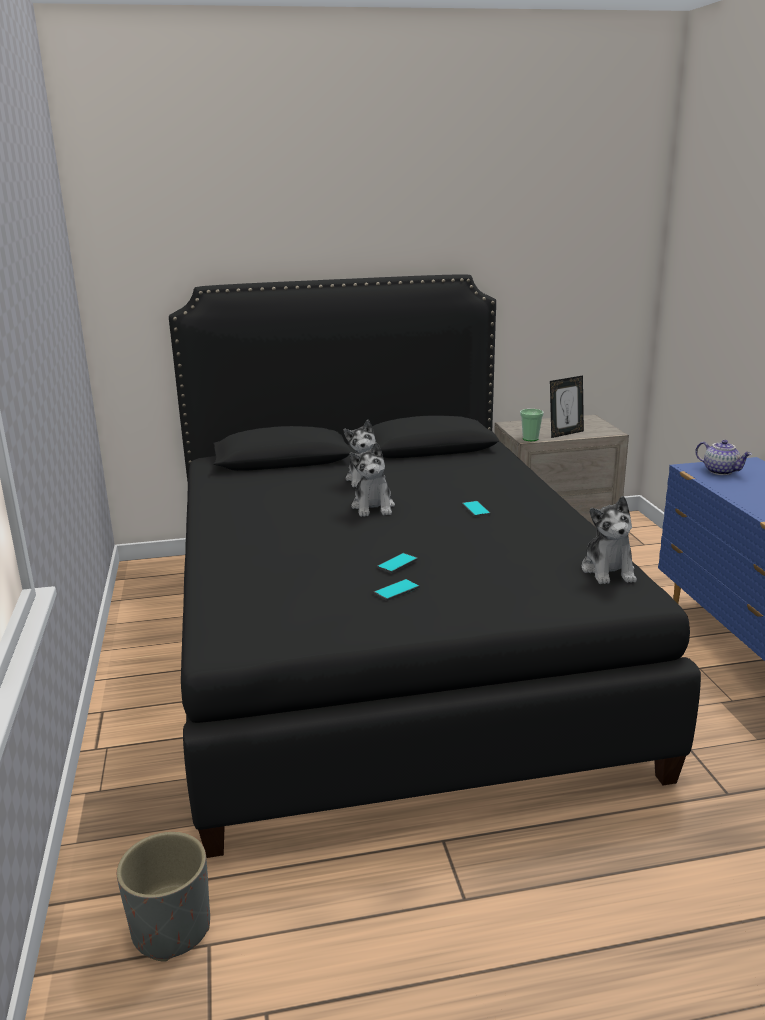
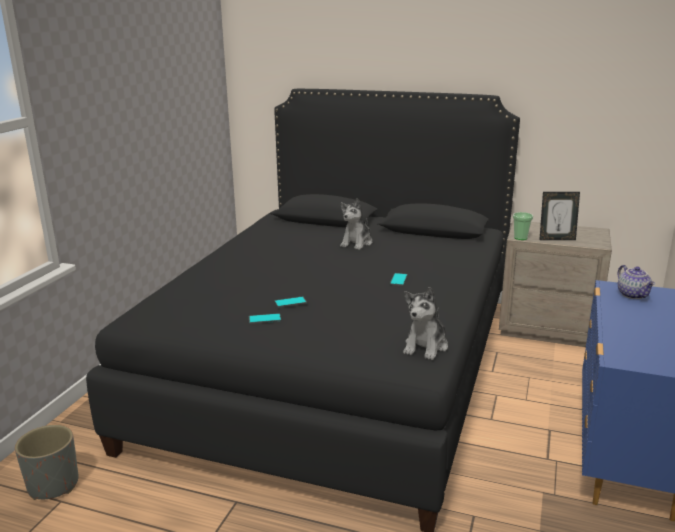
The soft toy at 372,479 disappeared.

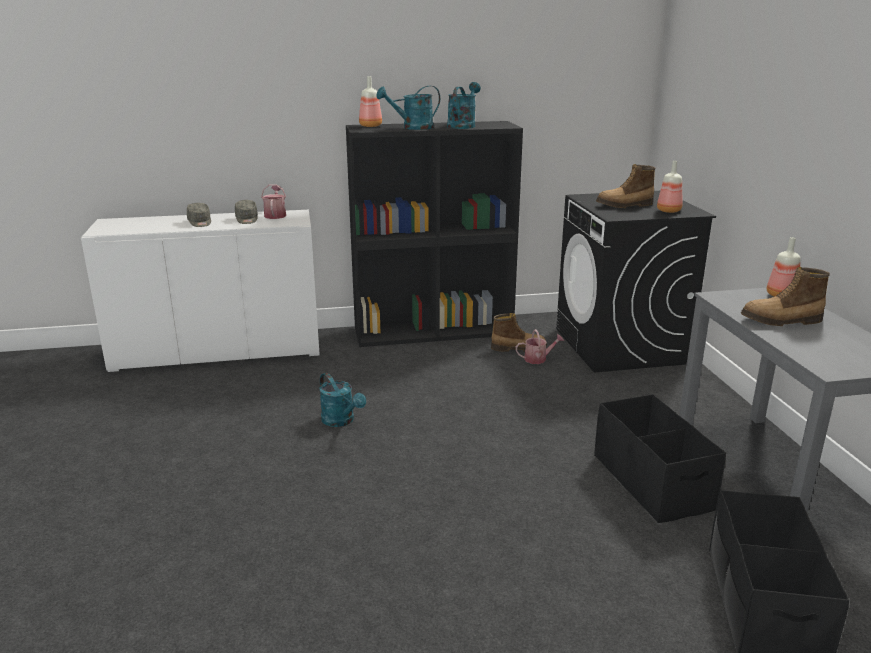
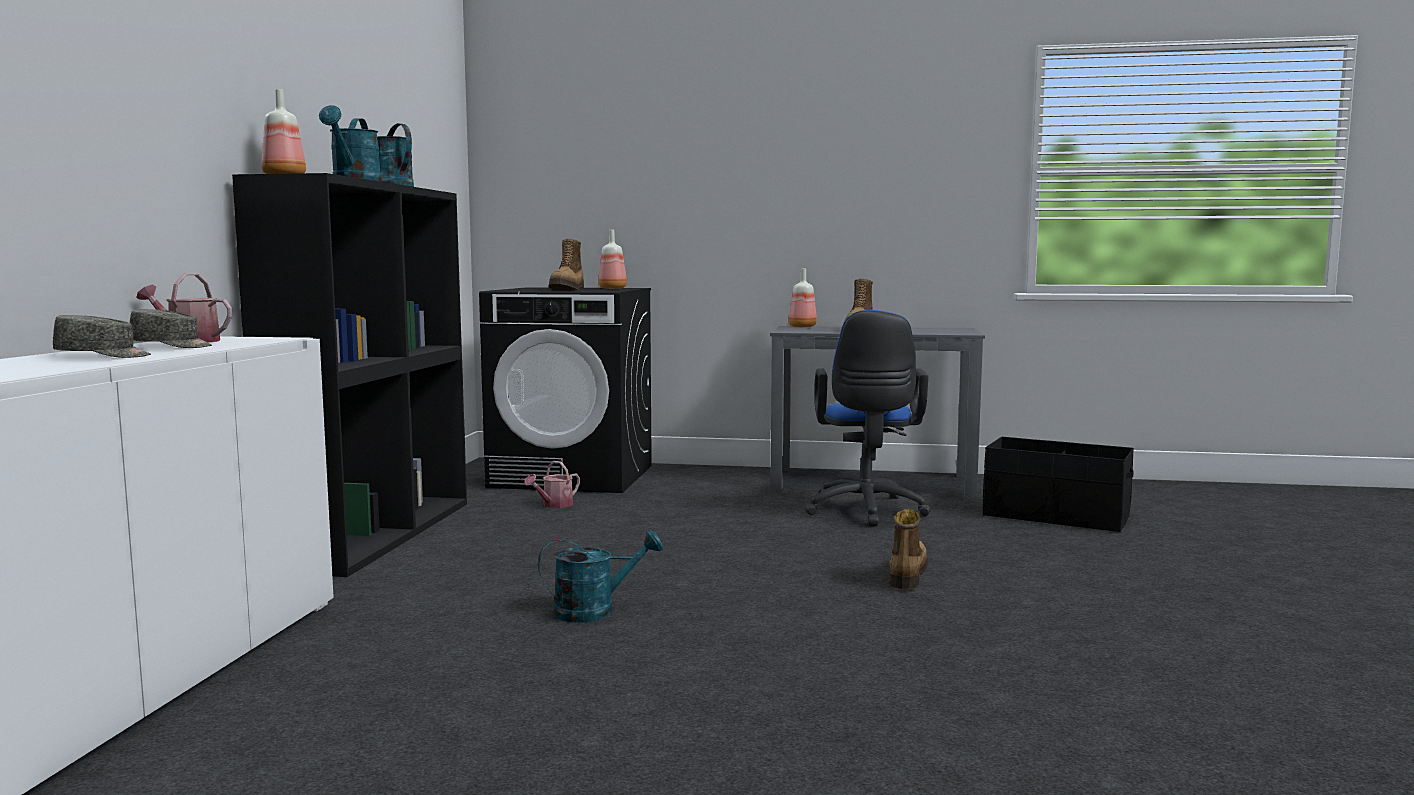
The boot moved from 519,332 to 908,549.
The storage bin/black at 660,458 was replaced by the office chair/bluish at 867,418.
The watering can at 539,347 turned 150 degrees counterclockwise.

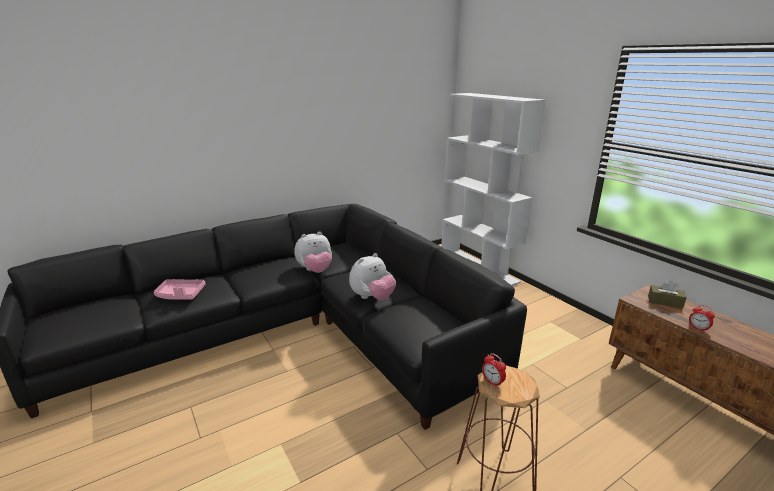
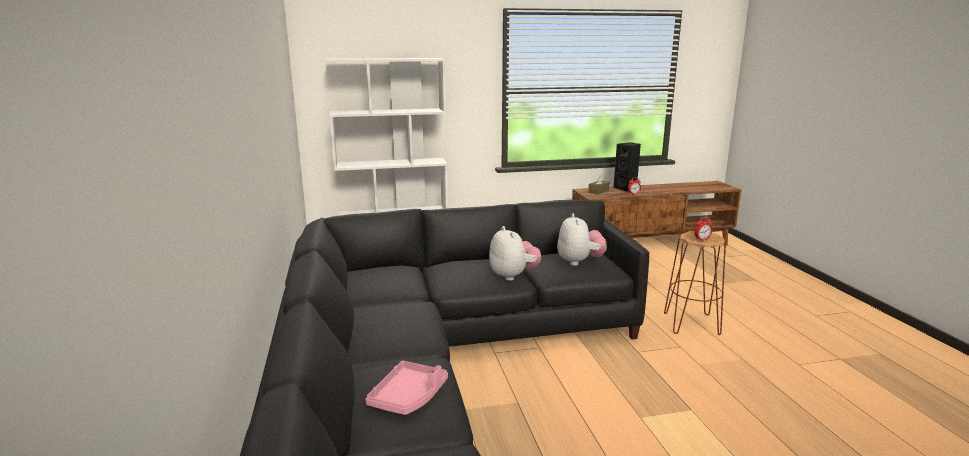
The audio speaker/black at 627,167 appeared.
The soft toy moved from 313,252 to 582,239.

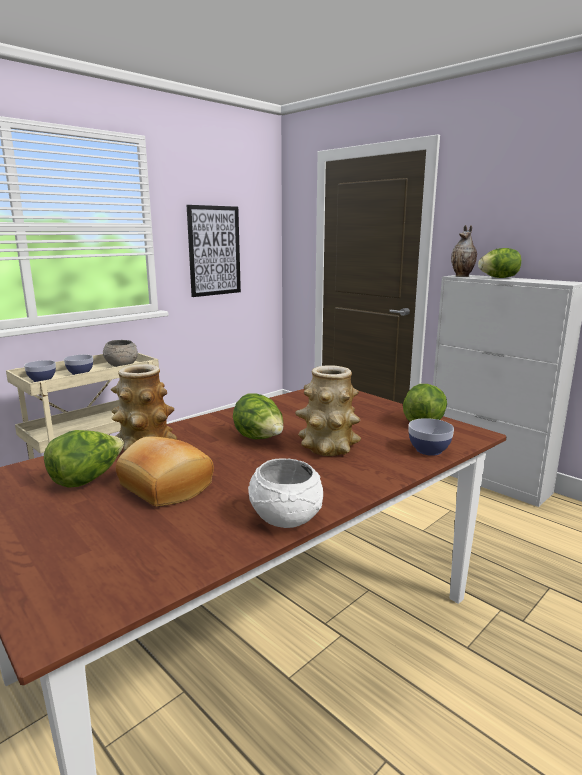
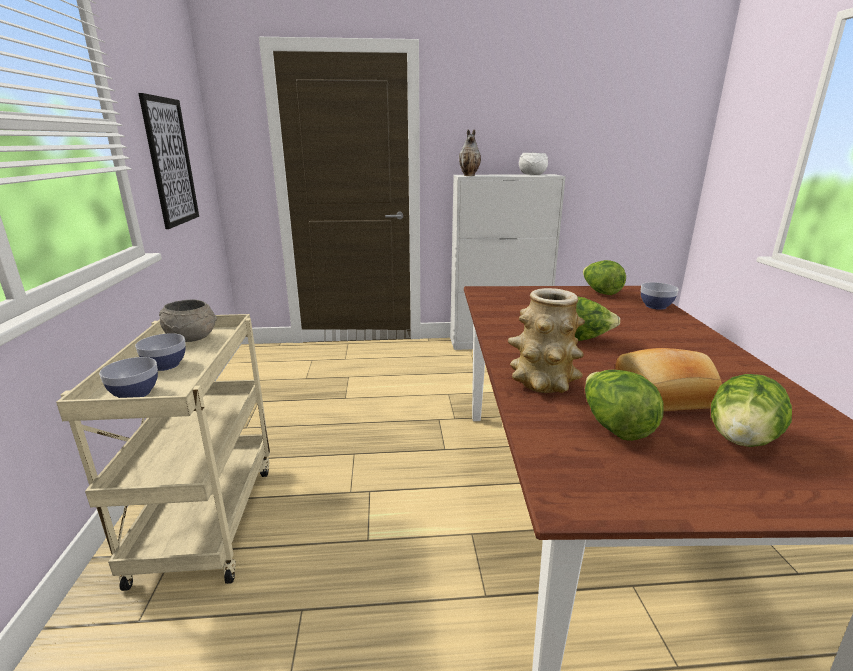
The flower vase at 328,410 disappeared.
The deep dish/white moved from 285,493 to 533,164.
The lettuce moved from 499,263 to 751,410.

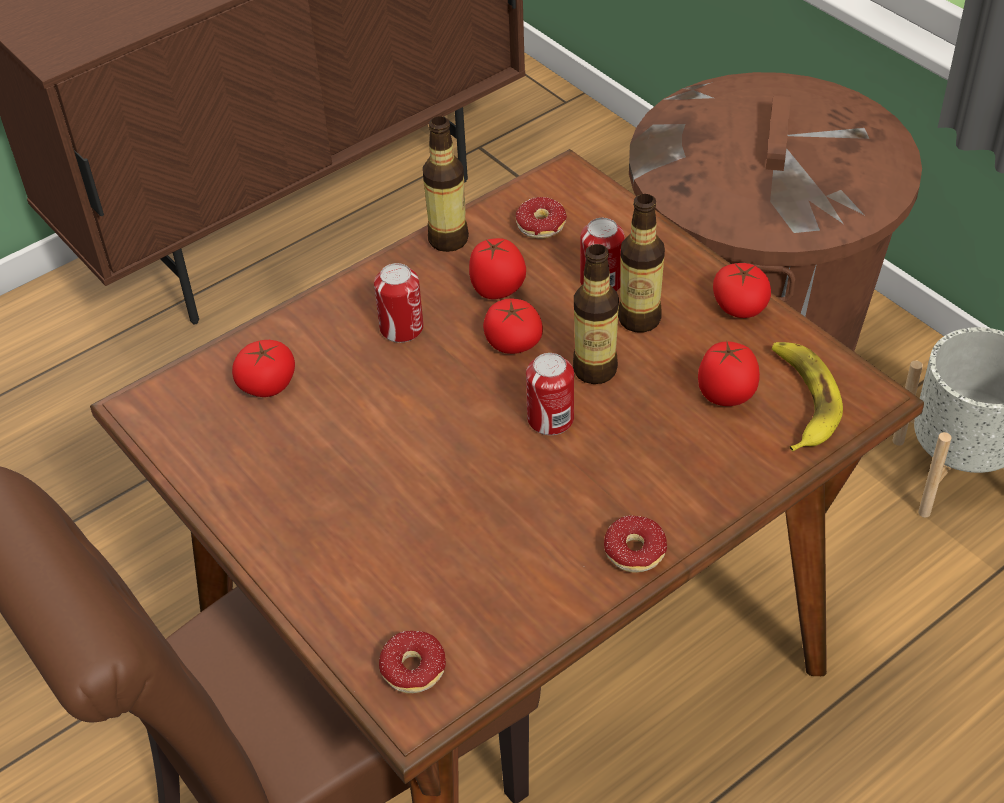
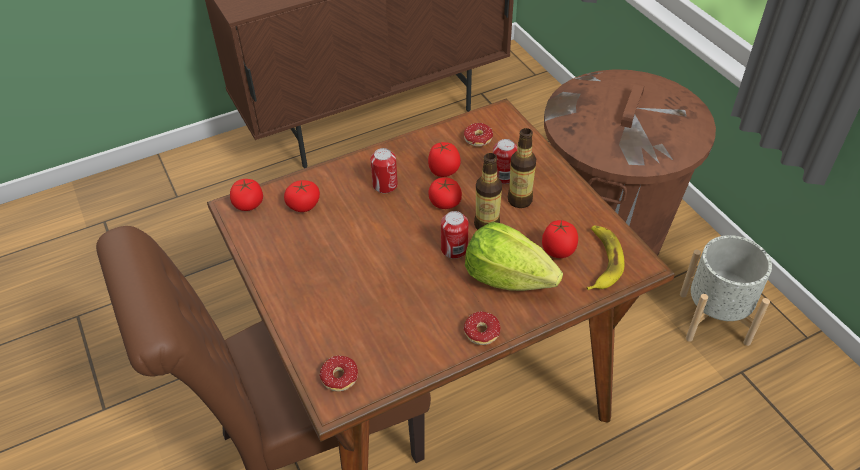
The bottle at 445,184 disappeared.
The lettuce at 514,256 appeared.
The tomato moved from 742,290 to 246,195.

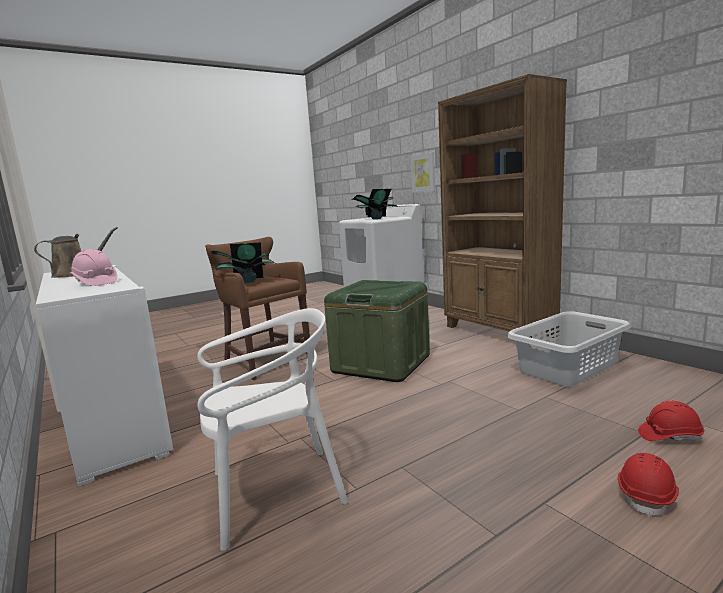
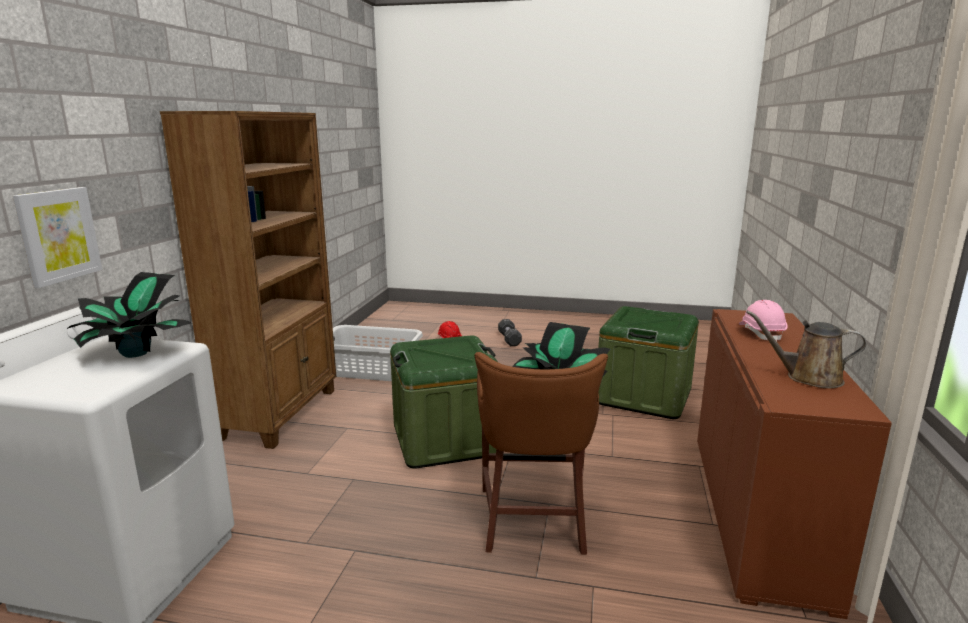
The chair/white at 272,429 was replaced by the storage bin/greenish at 648,362.
The safety helmet/reddish at 648,485 was replaced by the hand weight/black at 510,332.
The cupboard/white at 104,375 became the cupboard/brownish at 794,464.

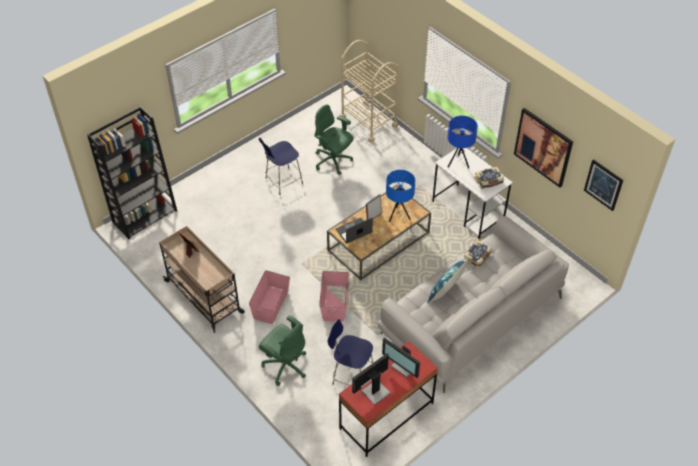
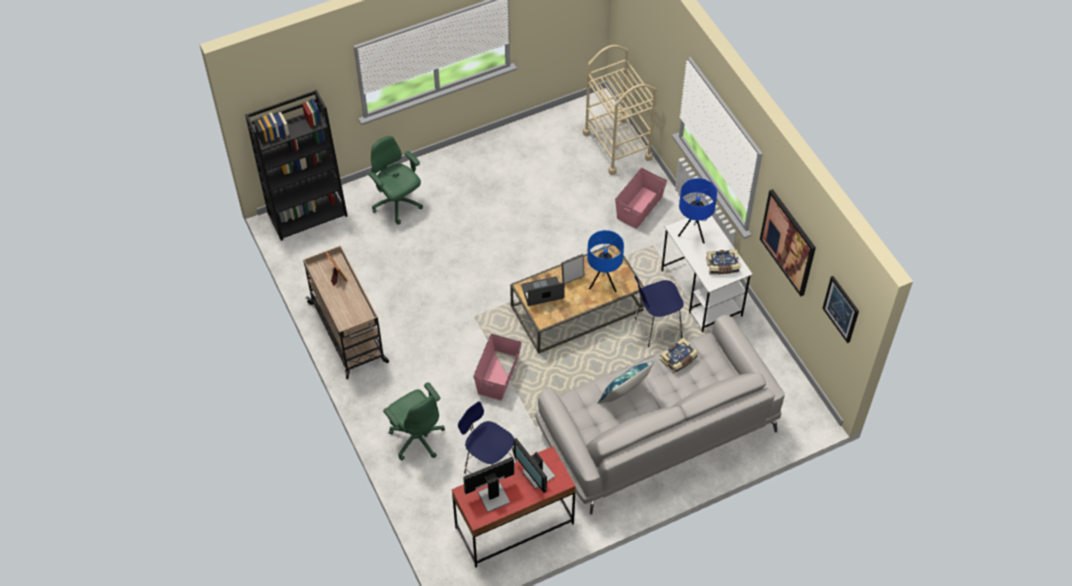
The storage bin/pink-coloured moved from 269,297 to 641,198.
The stool seat/bluish moved from 281,166 to 659,312.
The office chair/greenish moved from 333,140 to 396,180.

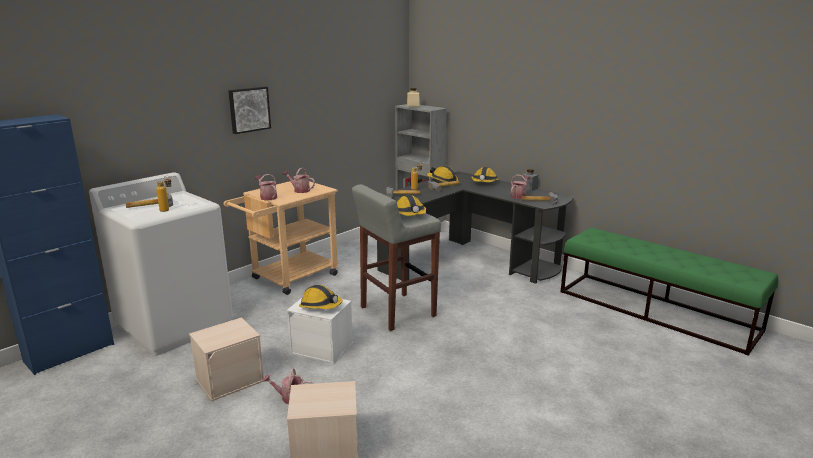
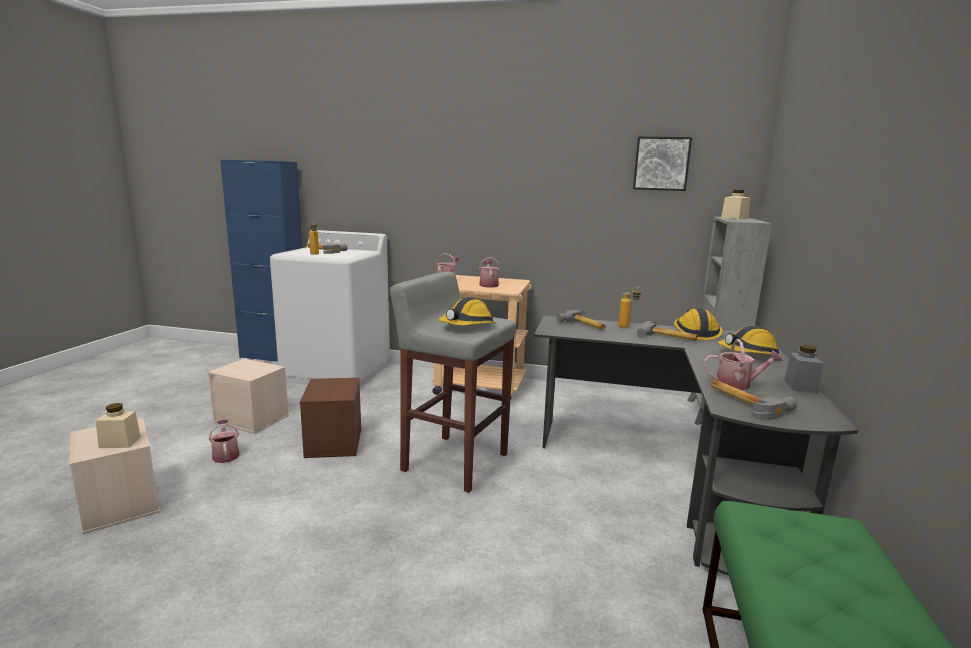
The safety helmet at 321,297 disappeared.
The jar/sand-coloured at 118,425 appeared.
The picture moved from 249,110 to 662,163.
The storage bin/white at 319,330 became the storage bin/brownish at 330,418.

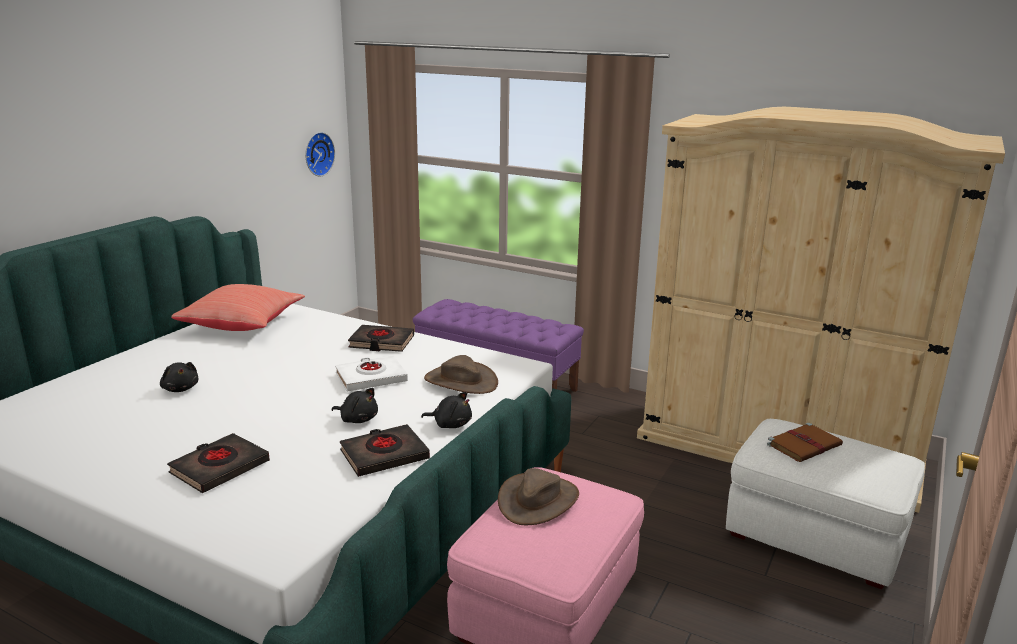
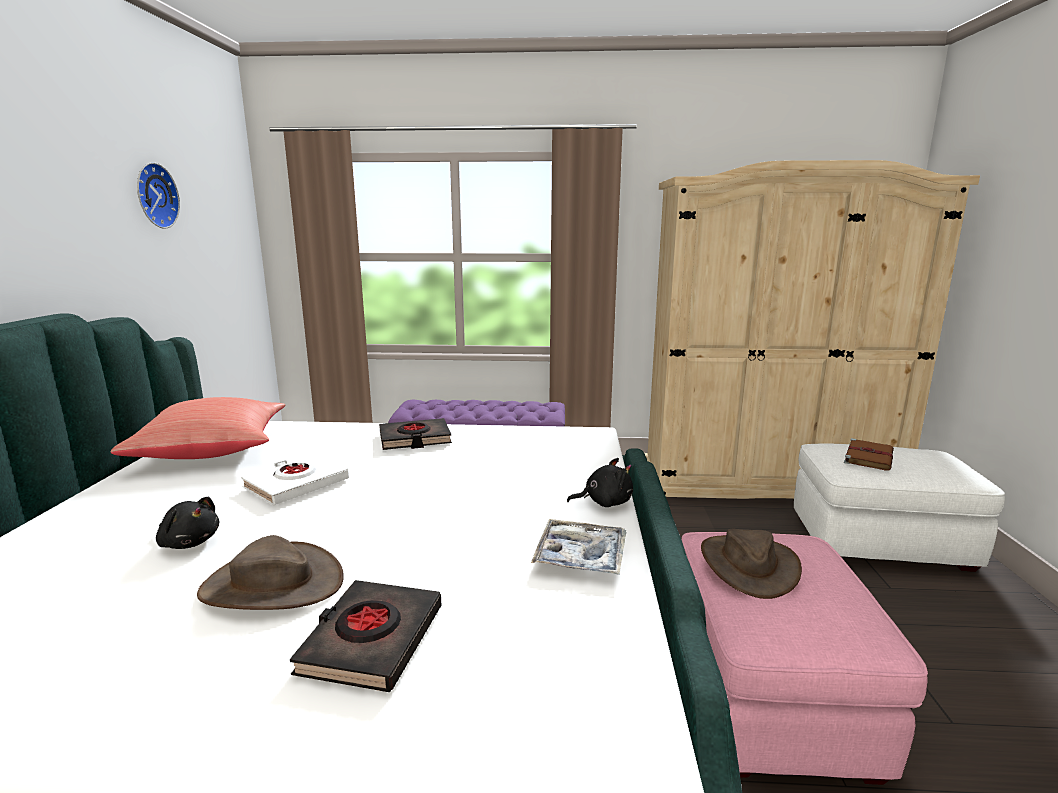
The soft toy/black at 355,405 disappeared.
The wall clock moved from 320,154 to 158,195.
The book/white moved from 371,373 to 295,479.
The hat/brownish moved from 461,374 to 270,572.
The book/black at 385,450 was replaced by the serving tray at 578,547.

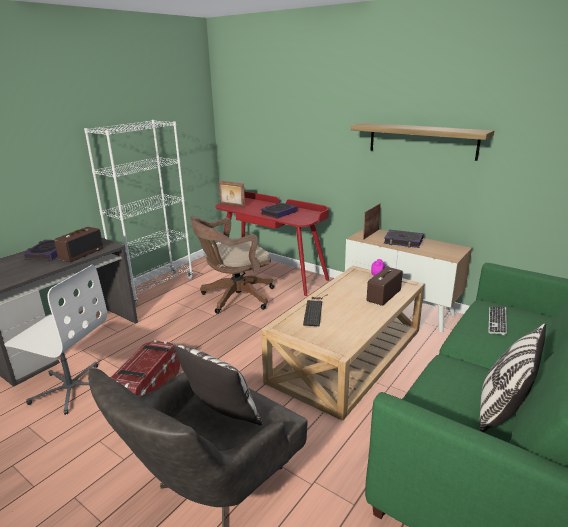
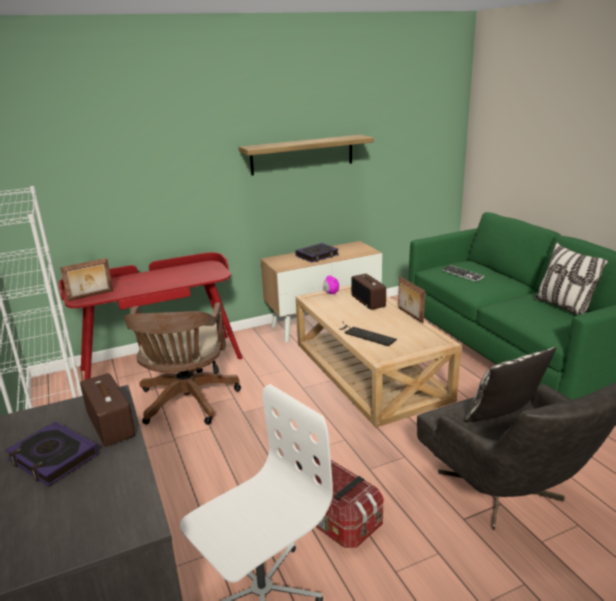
The book at 279,210 disappeared.
The standing frame moved from 372,221 to 411,300.

